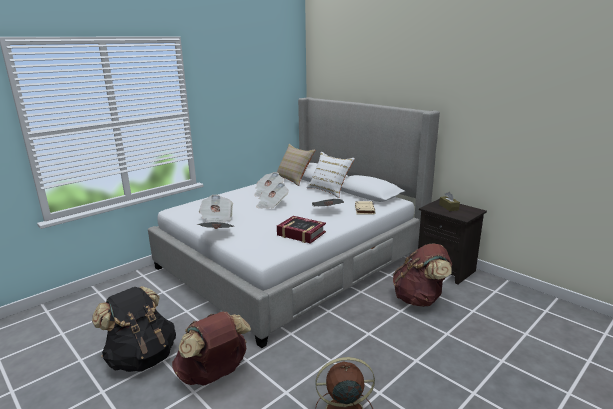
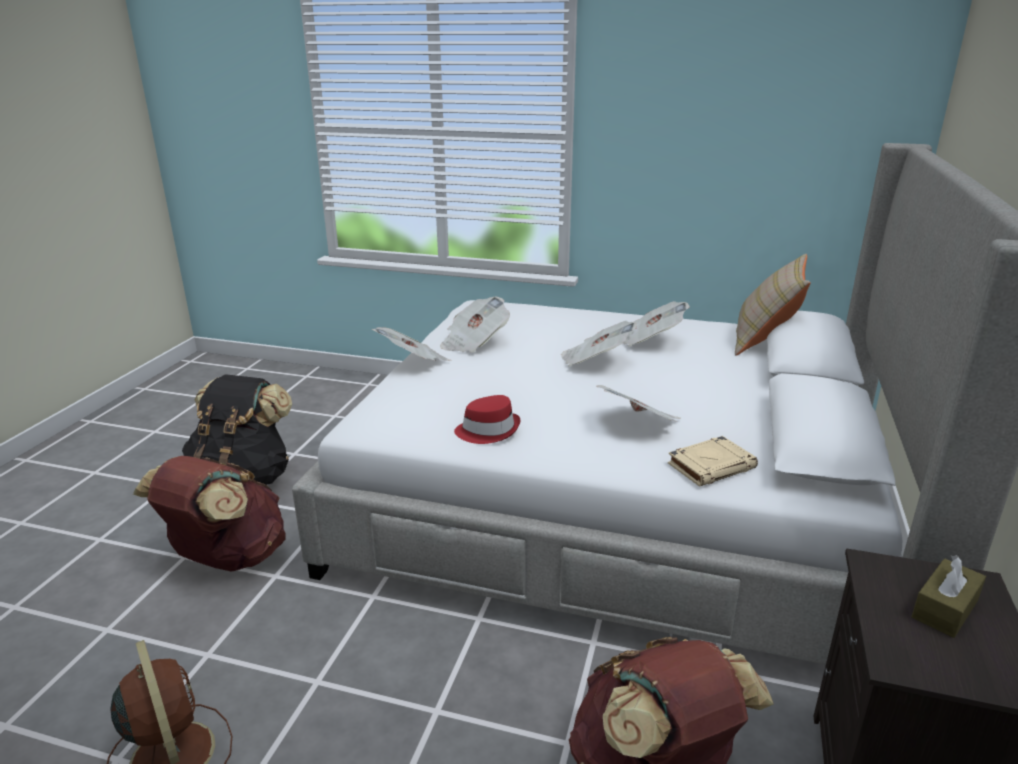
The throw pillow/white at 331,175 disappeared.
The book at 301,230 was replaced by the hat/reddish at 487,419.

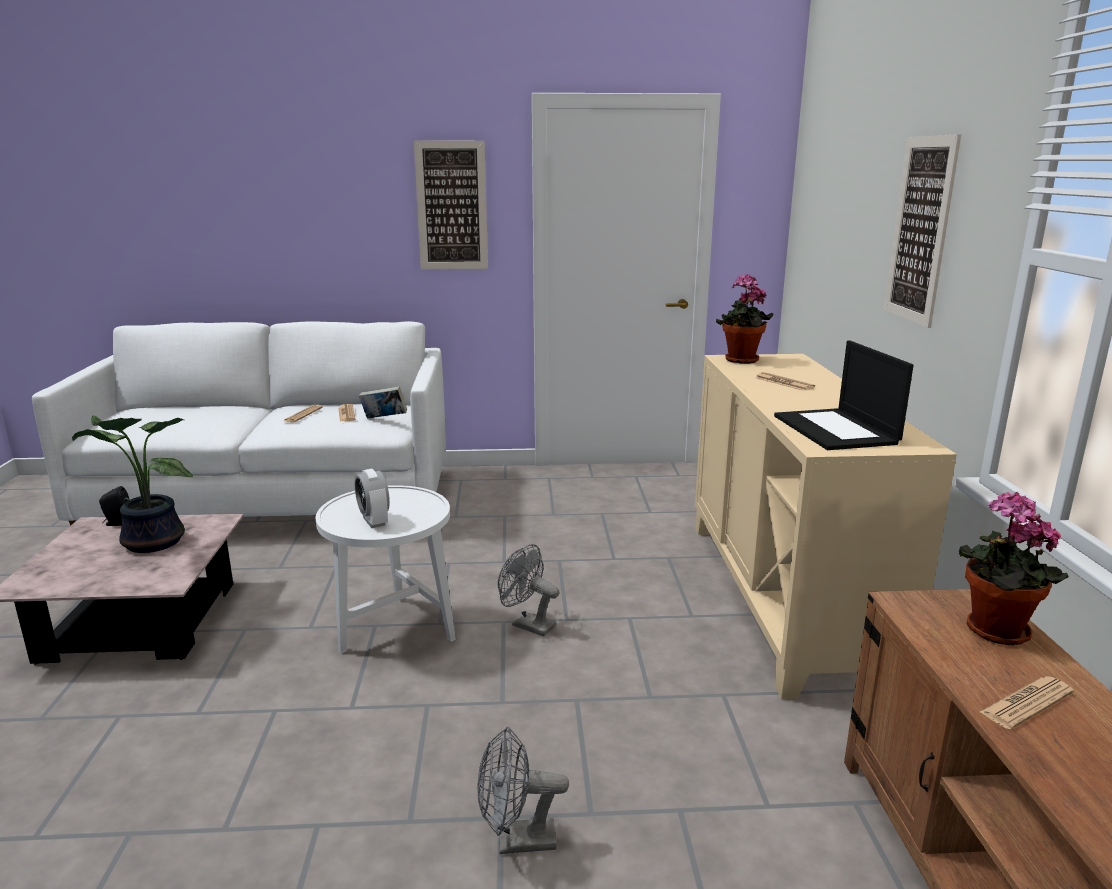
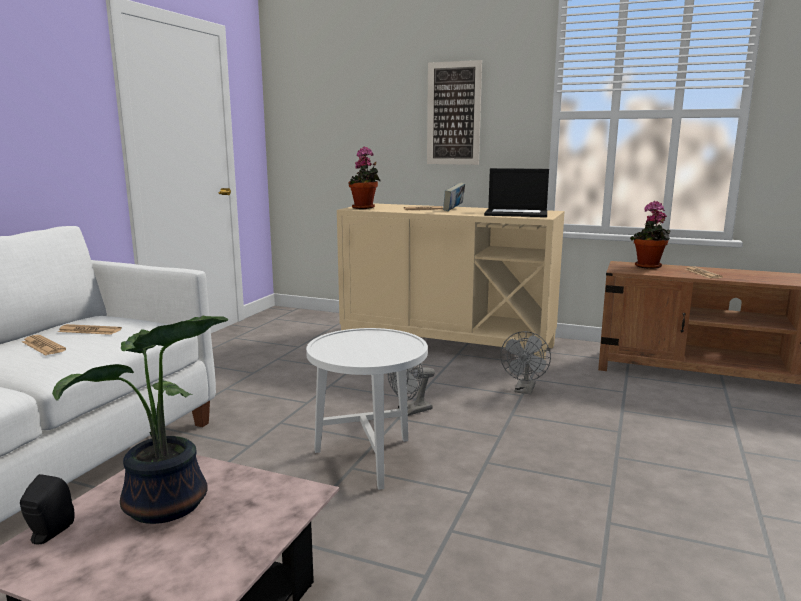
The table clock at 372,498 disappeared.
The picture at 451,205 disappeared.
The book moved from 383,402 to 454,196.
The fan/grey moved from 523,790 to 525,362.

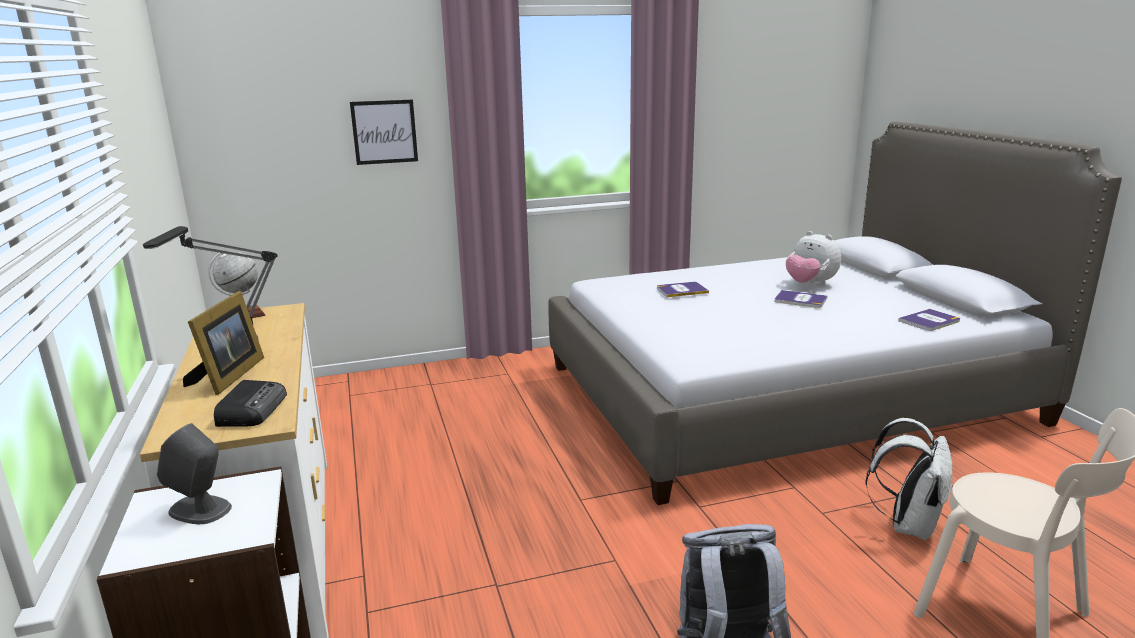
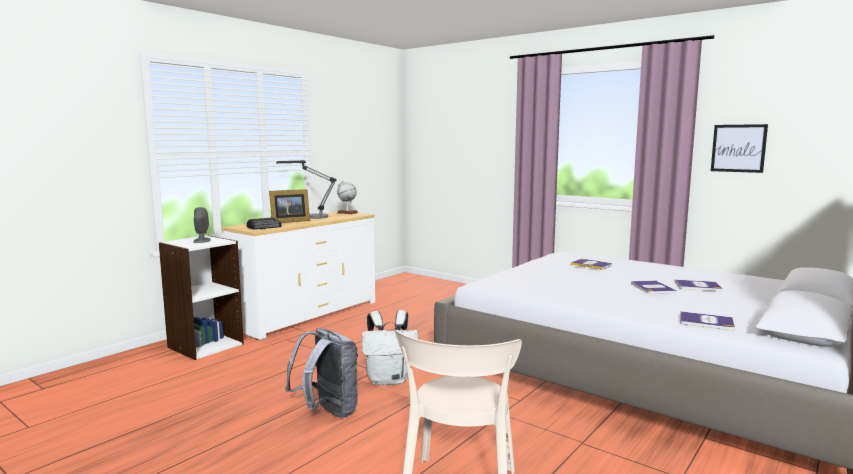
The picture moved from 384,132 to 739,148.
The backpack/white moved from 909,479 to 390,348.
The soft toy at 813,258 was replaced by the book at 698,285.

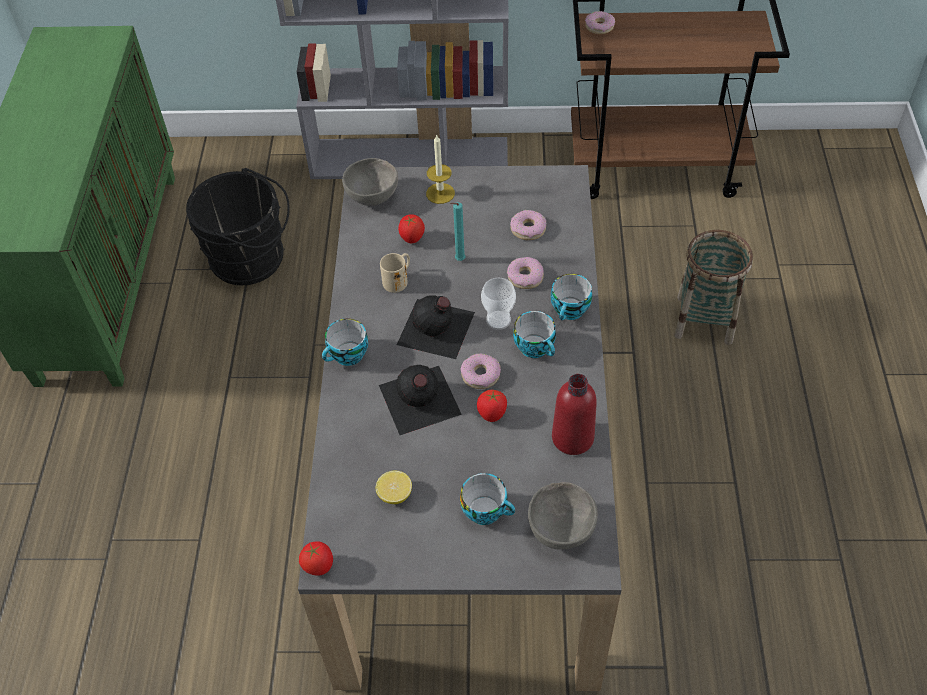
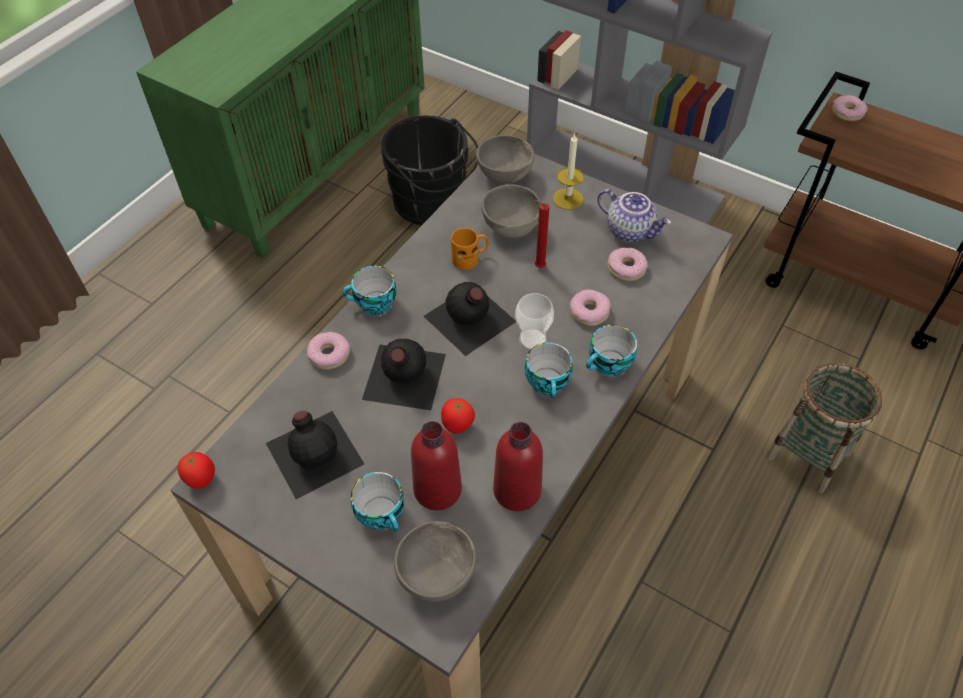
The bottle/reddish at 436,465 appeared.
The pot for tea at 634,215 appeared.
The doughnut moved from 480,371 to 328,351.
The citrus fruit at 394,487 was replaced by the bottle/black at 315,455.
The tomato at 411,228 was replaced by the deep dish/grey at 511,211.
The coffee mug/sand-coloured at 395,273 became the coffee mug/orangey at 470,249.
The wax light/blue-green at 458,231 became the wax light/reddish at 542,234.

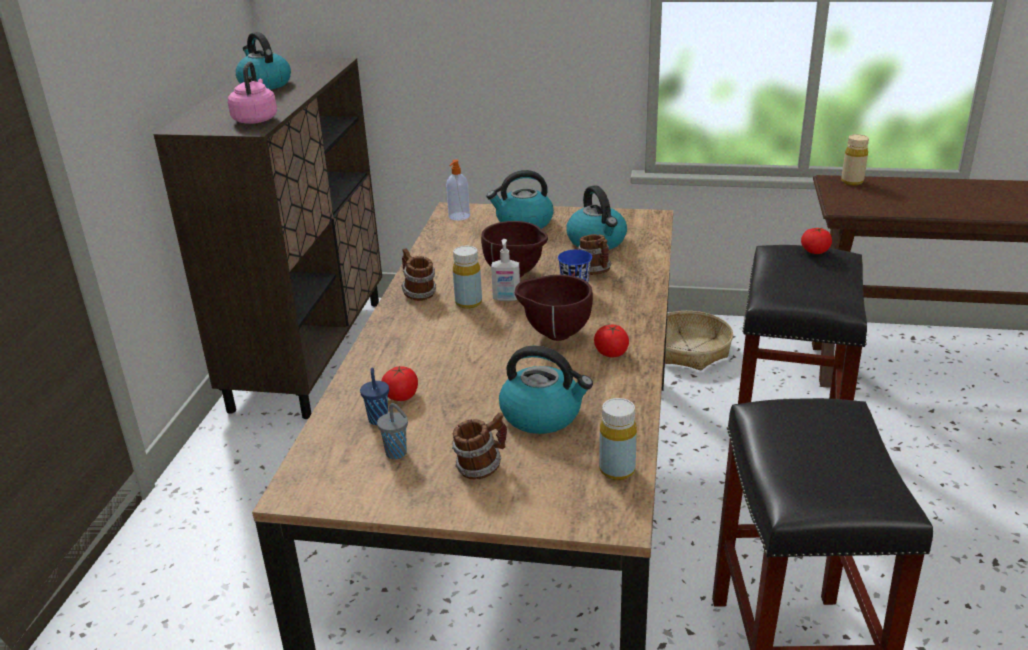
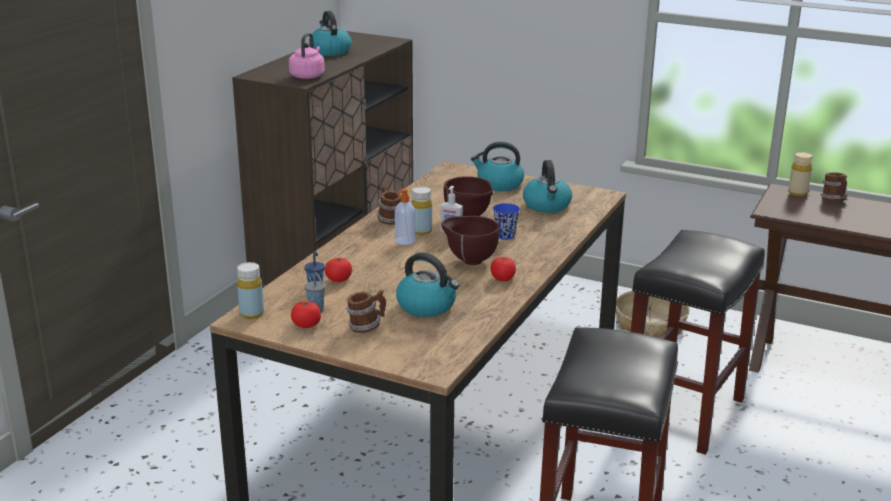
The soap dispenser moved from 458,189 to 405,216.
The coffee mug moved from 595,254 to 834,186.
The bottle/yellow moved from 618,439 to 250,290.
The tomato moved from 816,241 to 306,314.

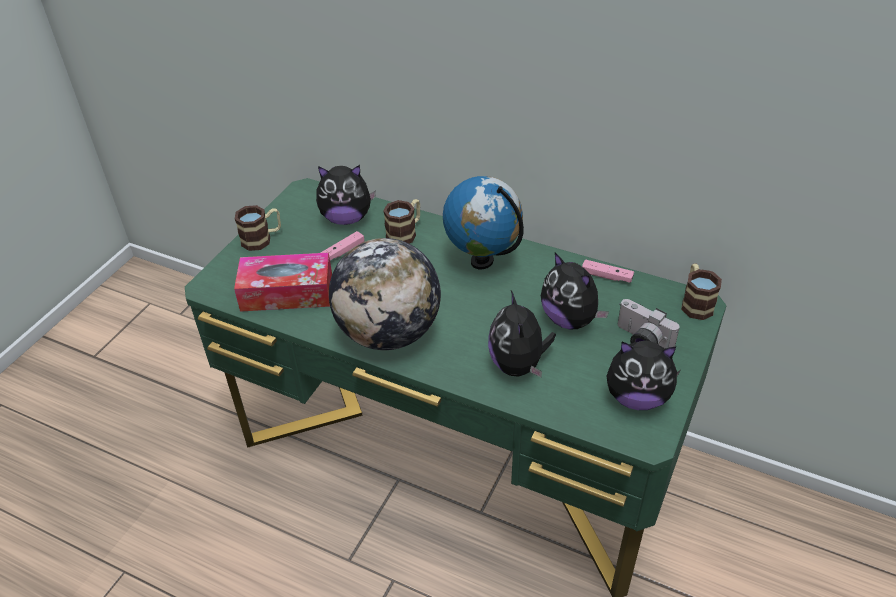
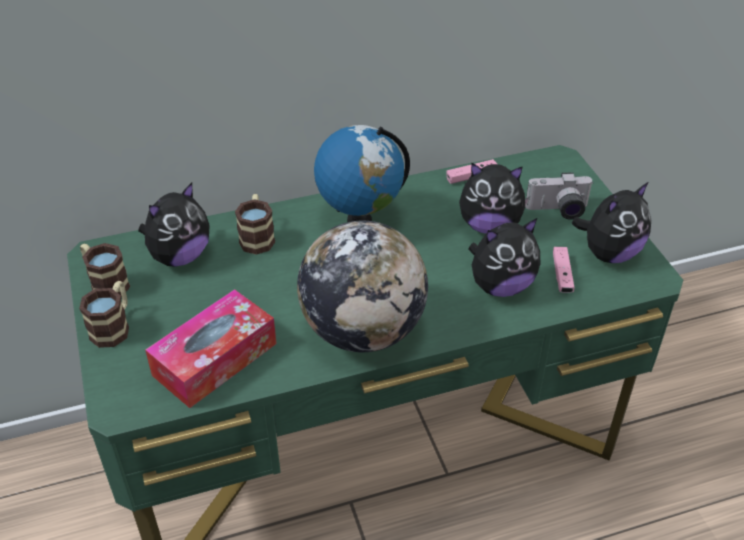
The gamepad/pink-coloured moved from 342,245 to 563,270.
The coffee mug moved from 701,291 to 105,270.
The soft toy at 522,334 turned 60 degrees counterclockwise.

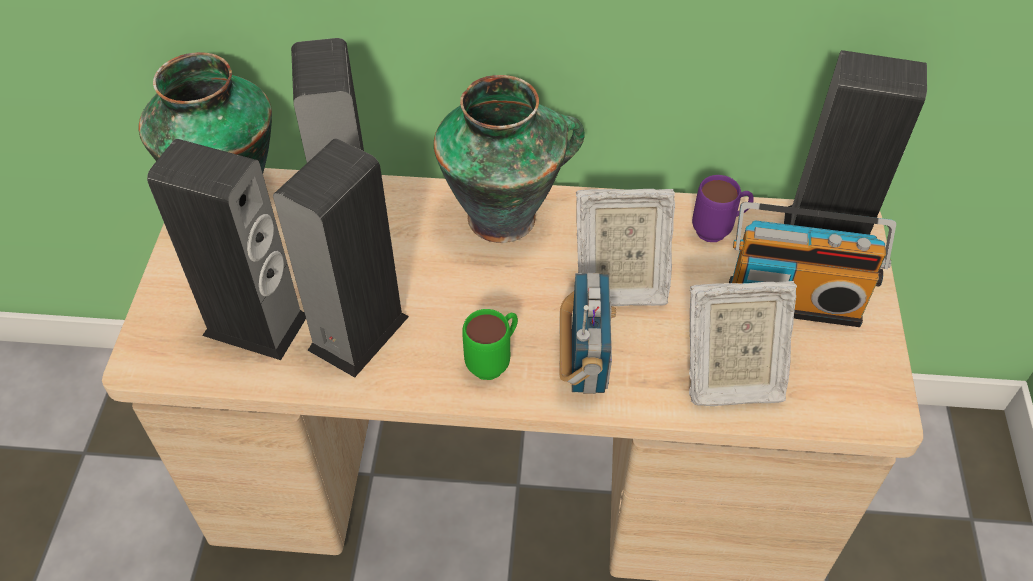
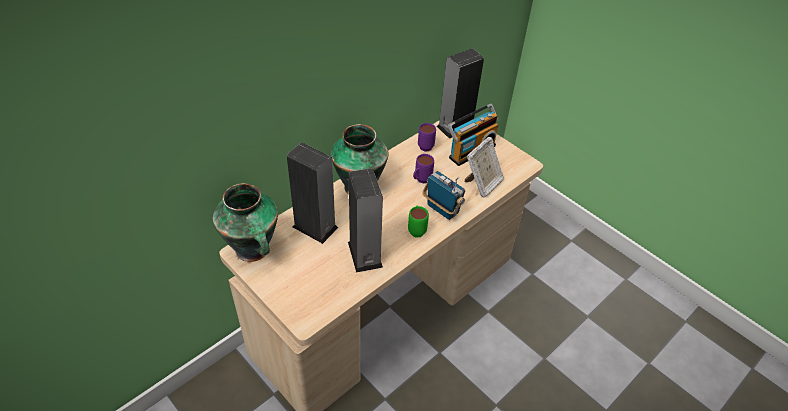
The audio speaker at 226,249 disappeared.
The standing frame at 625,247 was replaced by the coffee mug/purple at 423,168.

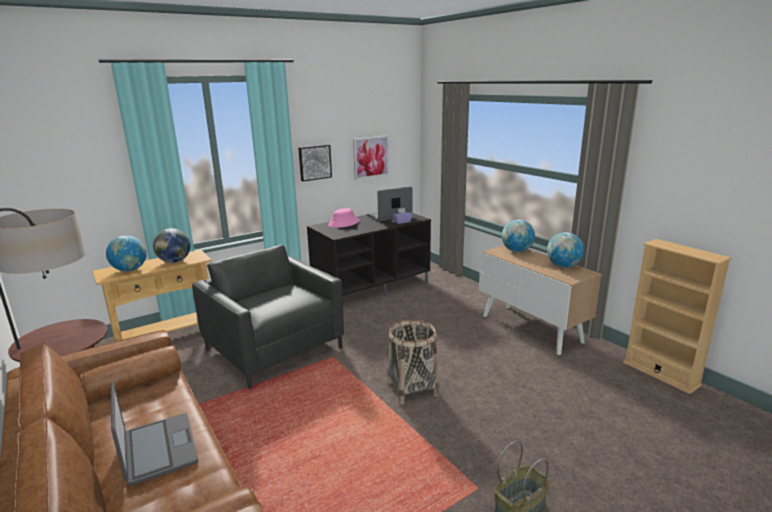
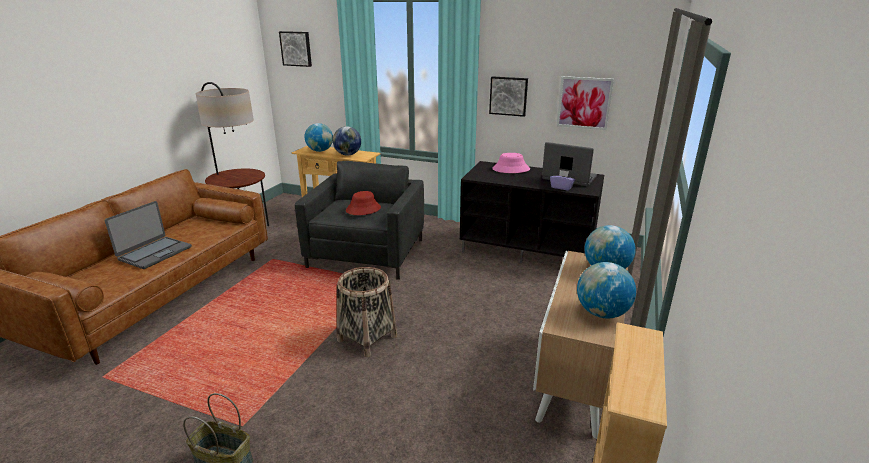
The picture at 295,49 appeared.
The hat/reddish at 363,203 appeared.

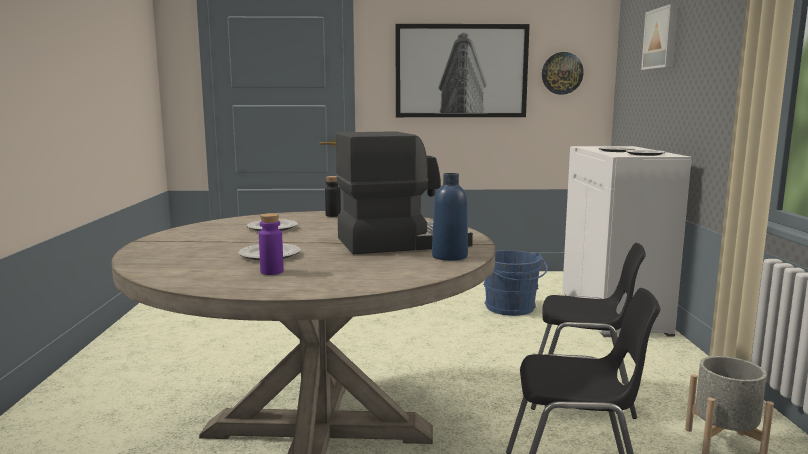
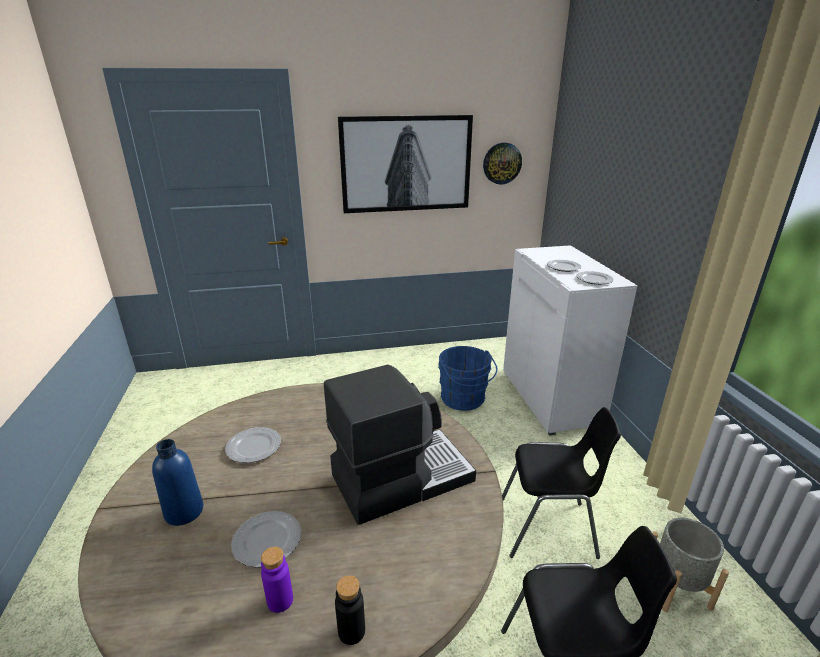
The picture at 659,37 disappeared.
The bottle/black moved from 333,196 to 350,610.
The bottle/bluish moved from 450,217 to 177,482.

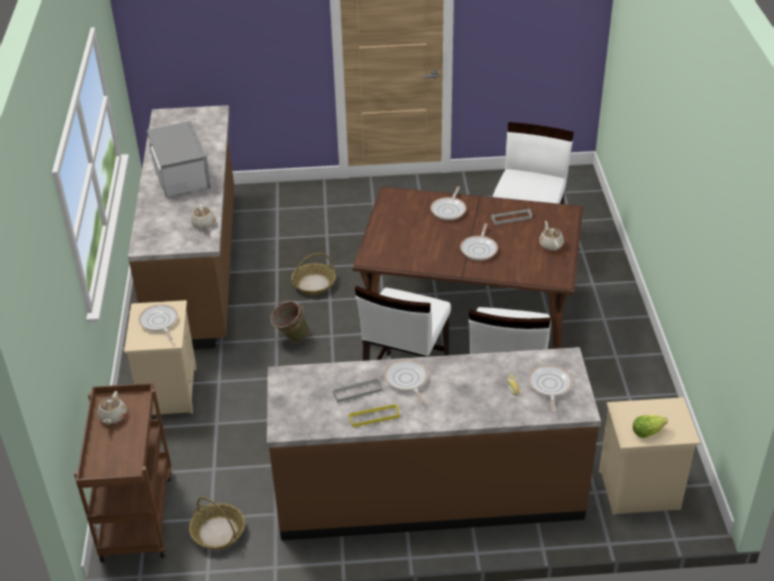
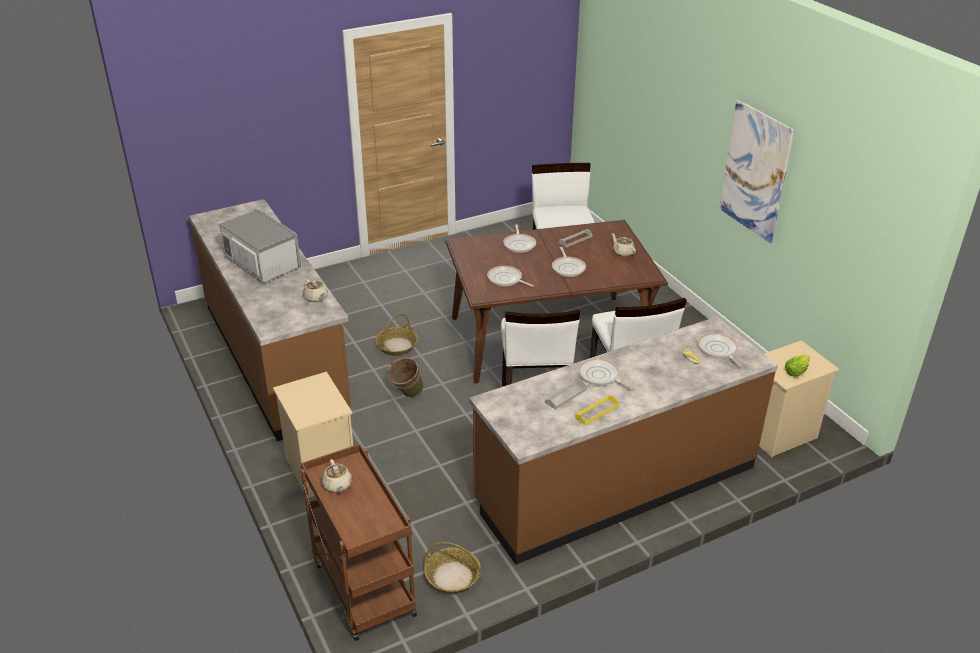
The picture at 756,171 appeared.
The pan moved from 158,322 to 510,276.

